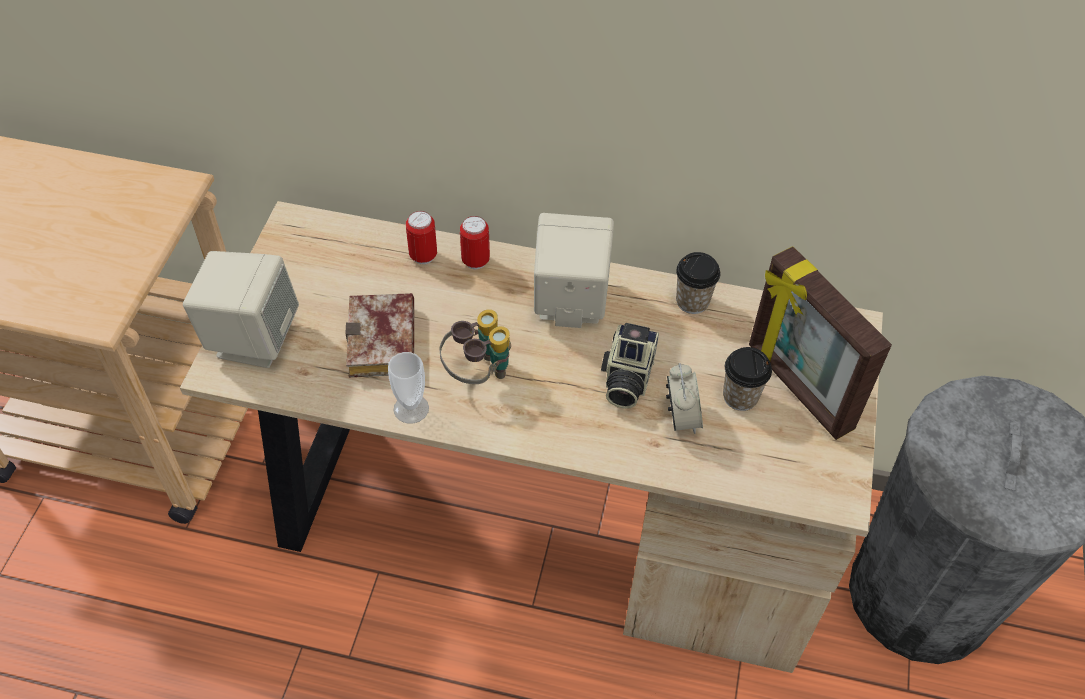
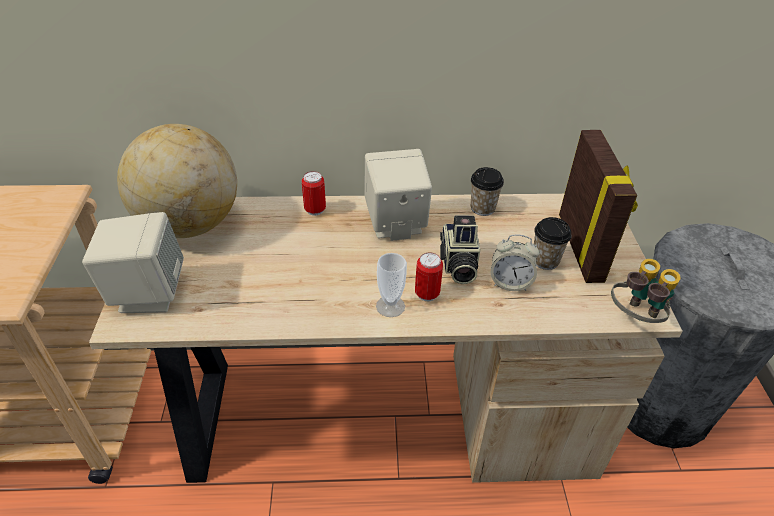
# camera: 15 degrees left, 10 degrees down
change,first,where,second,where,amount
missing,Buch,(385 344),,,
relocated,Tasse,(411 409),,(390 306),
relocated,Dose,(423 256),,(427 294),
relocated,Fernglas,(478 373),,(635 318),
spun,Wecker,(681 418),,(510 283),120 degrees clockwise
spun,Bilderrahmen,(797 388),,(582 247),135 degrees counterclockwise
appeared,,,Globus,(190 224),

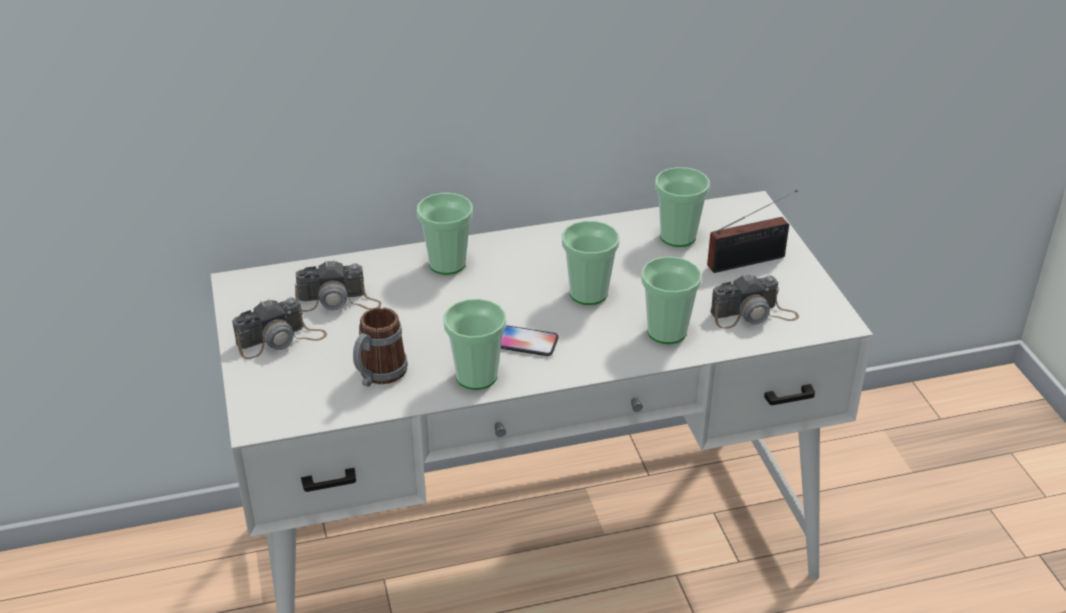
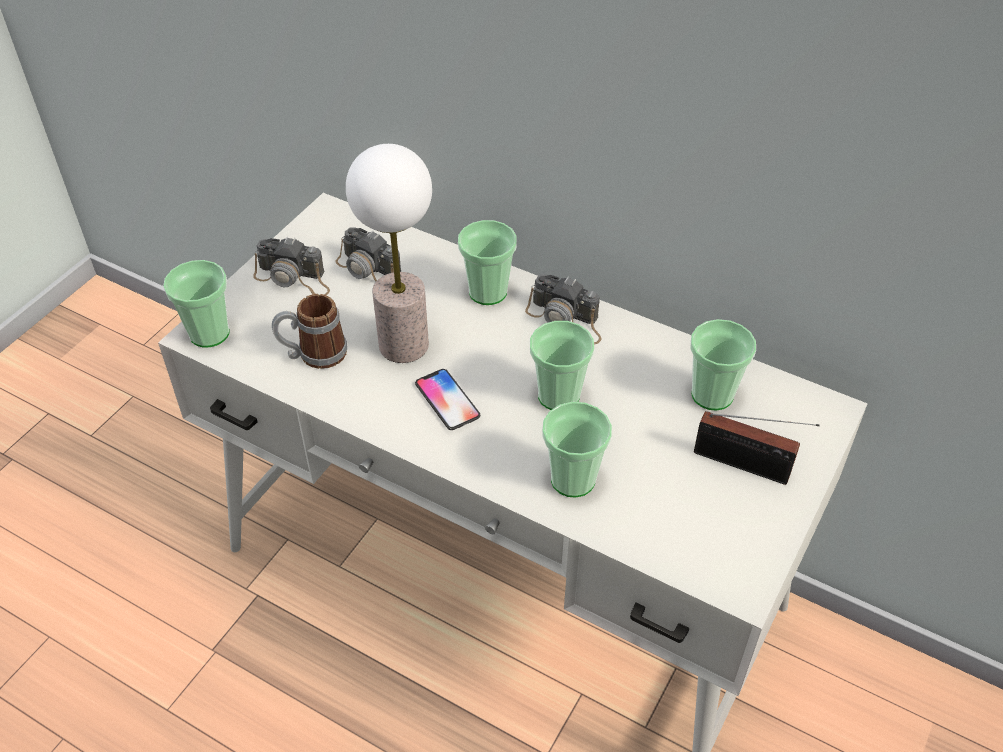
# camera: 45 degrees right, 10 degrees up
change,first,where,second,where,amount
relocated,Tasse,(476 376),,(209 333),
relocated,Kamera,(753 314),,(566 319),
appeared,,,Tischlampe,(404 344),

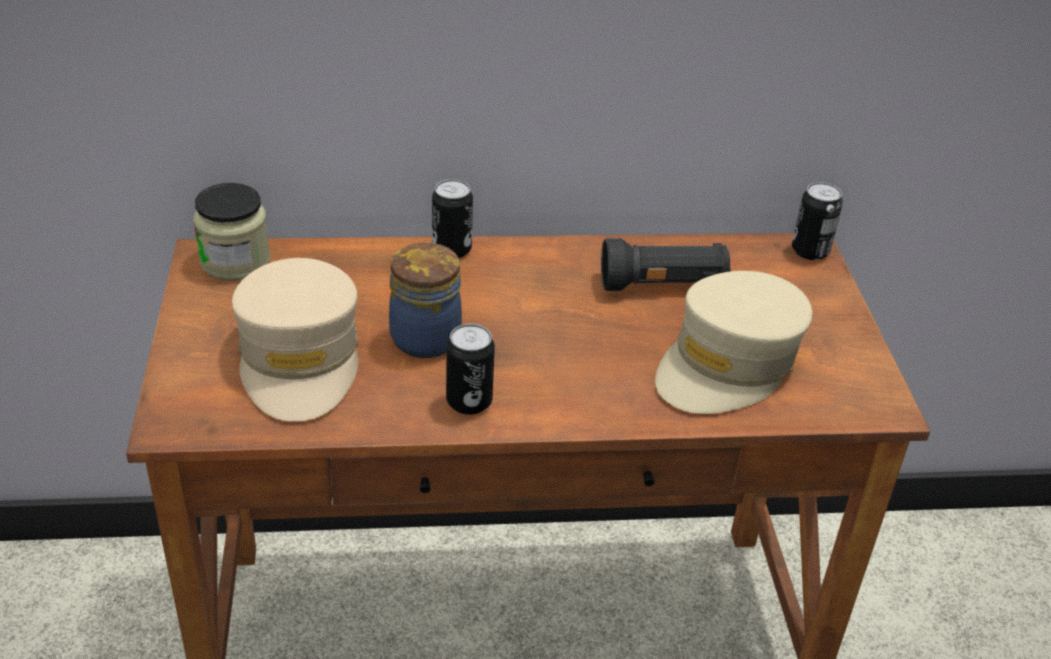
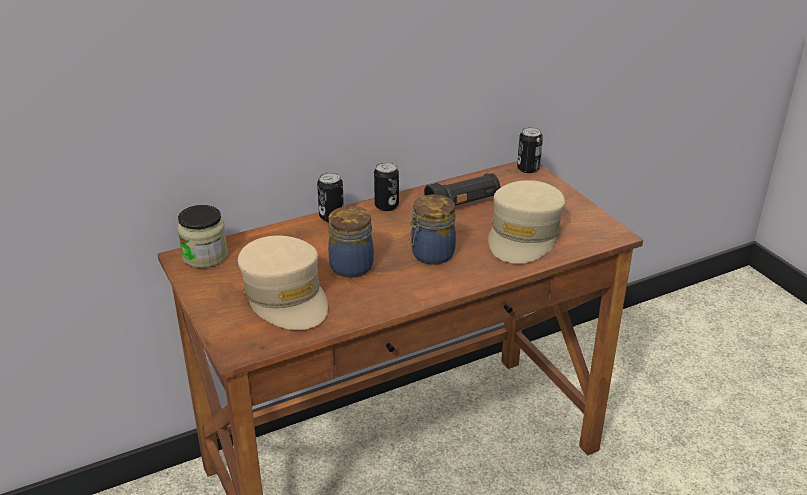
# camera: 20 degrees left, 5 degrees down
change,first,where,second,where,amount
relocated,Dose,(469 401),,(386 206),
appeared,,,Vorratsglas,(431 255),

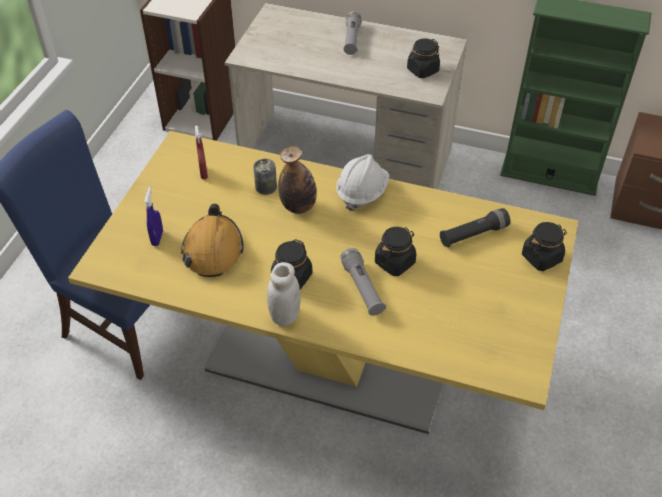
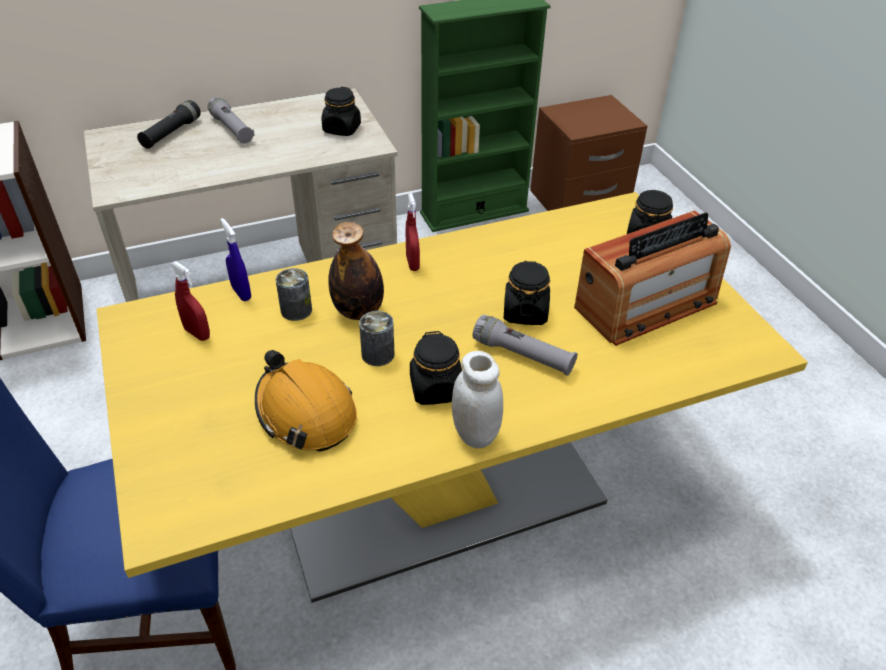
# camera: 40 degrees left, 5 degrees down
change,first,where,second,where,amount
relocated,Sprühflasche (blau),(157 238),,(241 293),
exchanged,Schutzhelm (weiß),(362 192),Sprühflasche (rot),(412 263),
relocated,Taschenlampe (schwarz),(473 234),,(171 133),
appeared,,,Dose,(378 354),
appeared,,,Radio,(646 305),

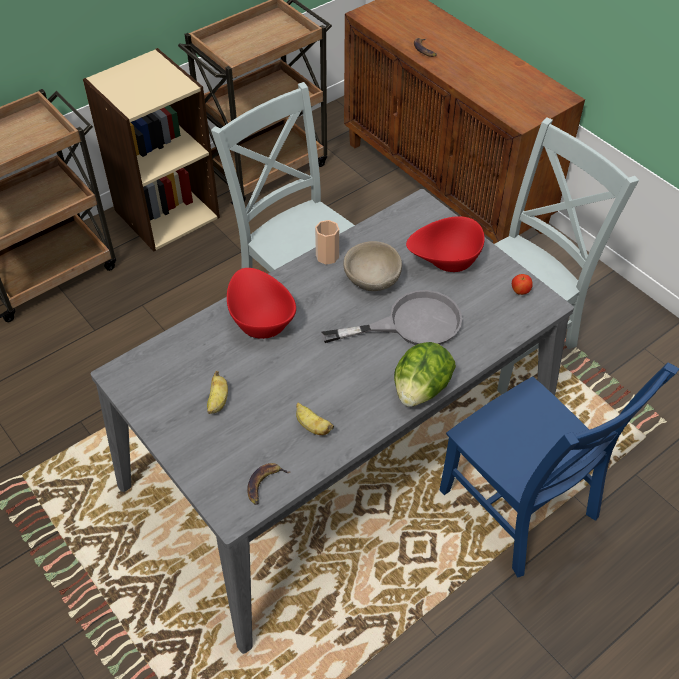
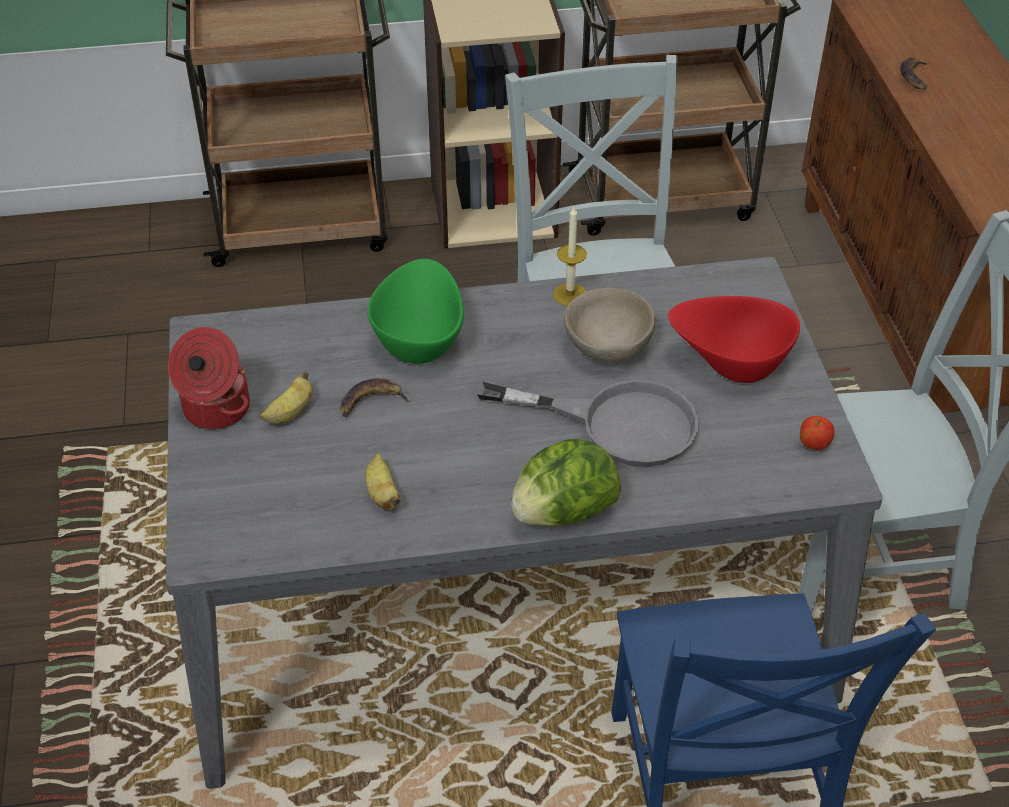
# camera: 30 degrees right, 5 degrees down
change,first,where,second,where,amount
colour,Schüssel (rot),(261 320),Schüssel (grün),(420 339),
relocated,Banane,(264 484),,(371 402),
exchanged,Tasse,(327 256),Kerze,(570 294),
appeared,,,Kochtopf,(215 409),

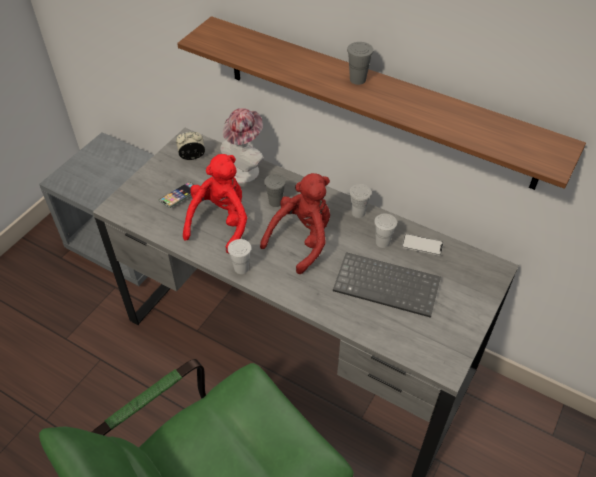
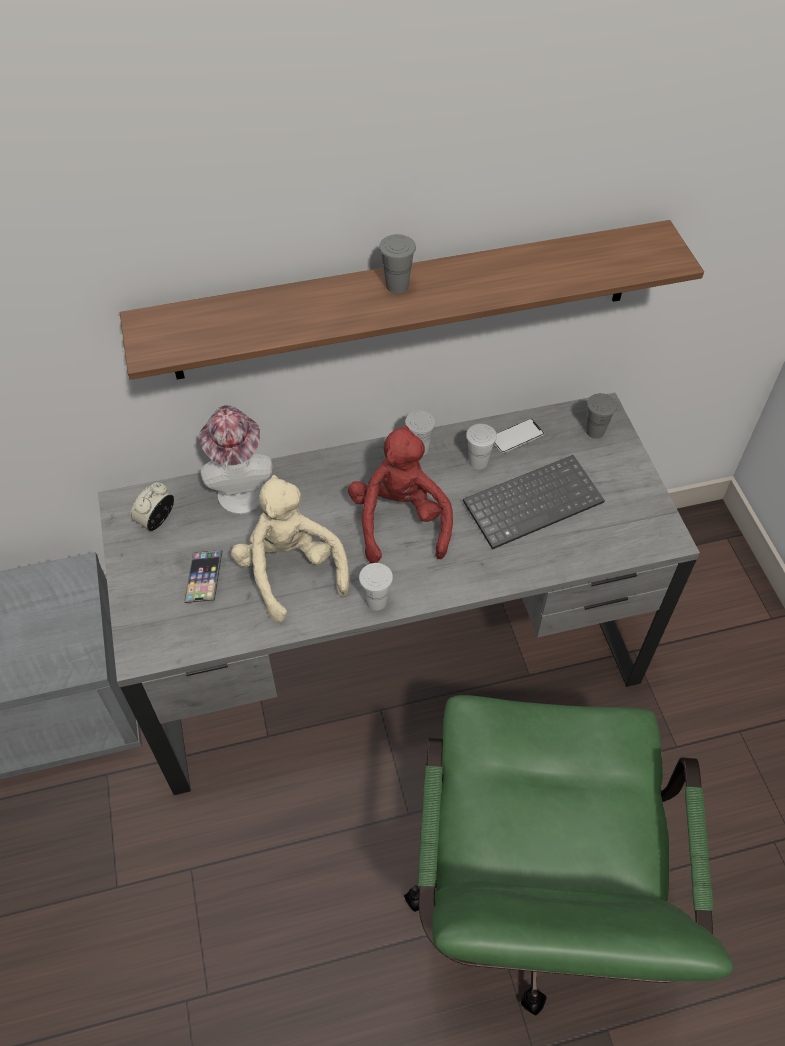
# camera: 45 degrees left, 5 degrees up
change,first,where,second,where,amount
colour,Plüschtier (rot),(220 222),Plüschtier (beige),(290 570),
relocated,Tasse (grau),(275 202),,(595 431),

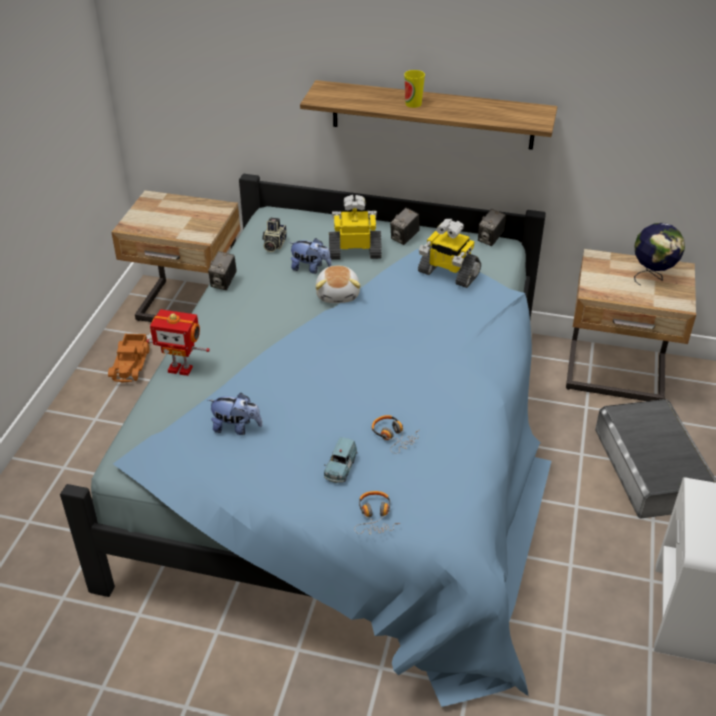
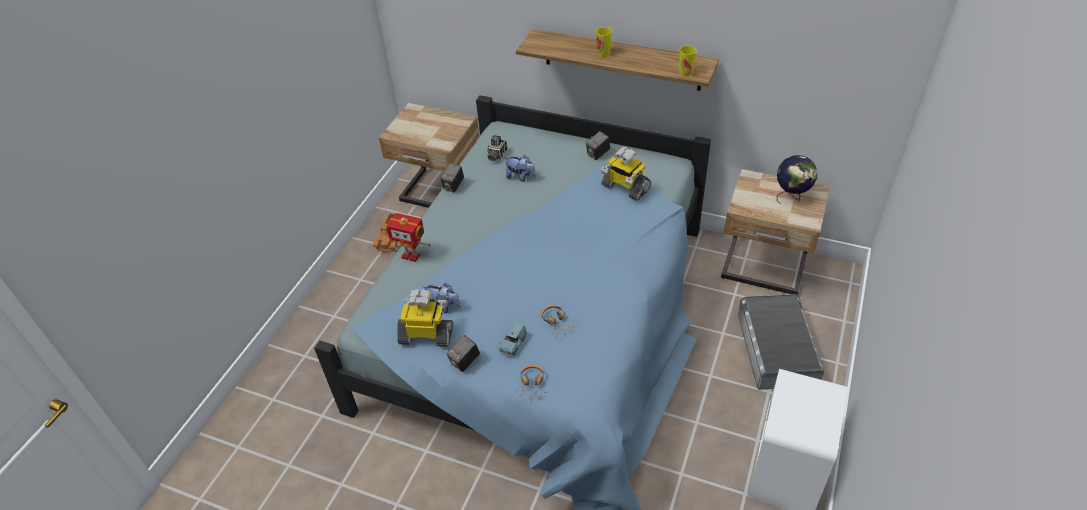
# camera: 10 degrees right, 5 degrees up
change,first,where,second,where,amount
missing,Plüschtier,(338 294),,,
relocated,Spielzeugroboter,(355 252),,(427 335),
relocated,Kamera,(490 239),,(465 362),
appeared,,,Tasse,(685 72),

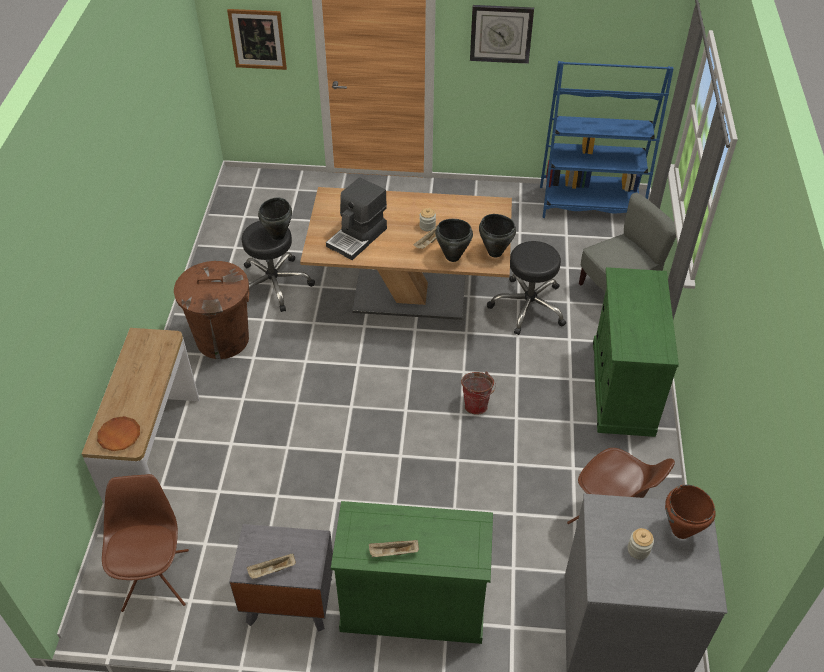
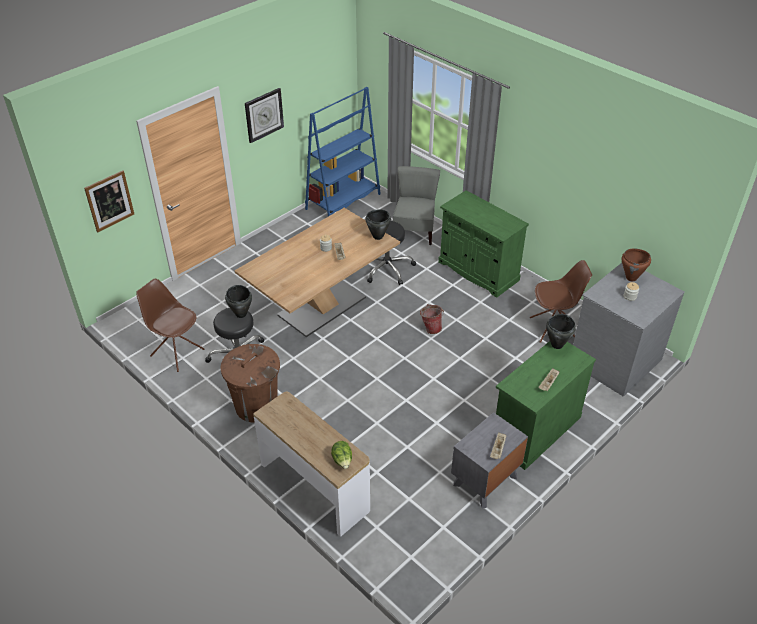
# camera: 50 degrees left, 5 degrees down
change,first,where,second,where,amount
exchanged,Teller (braun),(119 435),Salatkopf,(342 461),
relocated,Stuhl (braun),(156 578),,(176 352),
missing,Kaffeemaschine,(358 237),,,
relocated,Kochtopf (schwarz),(452 256),,(556 345),

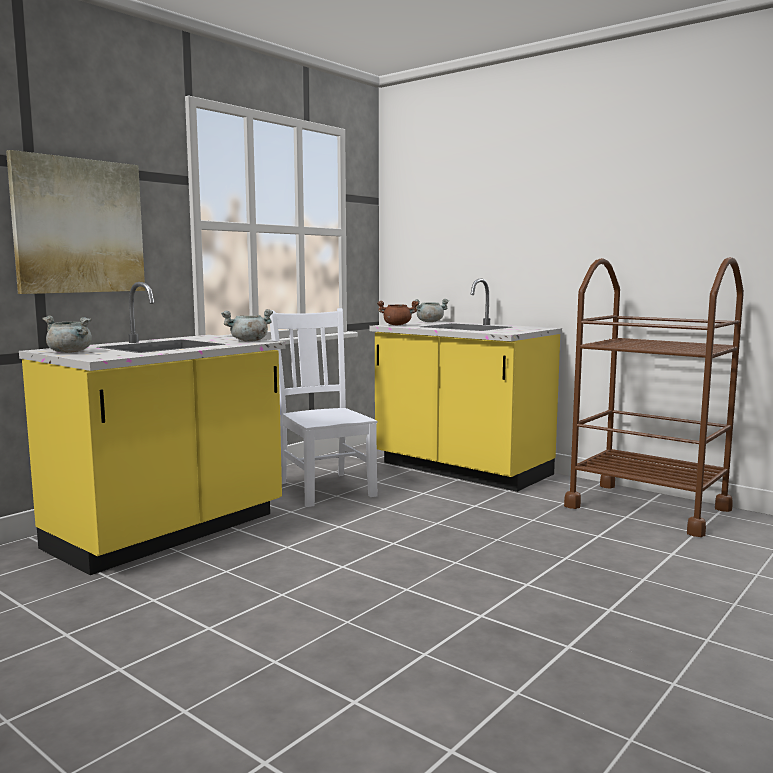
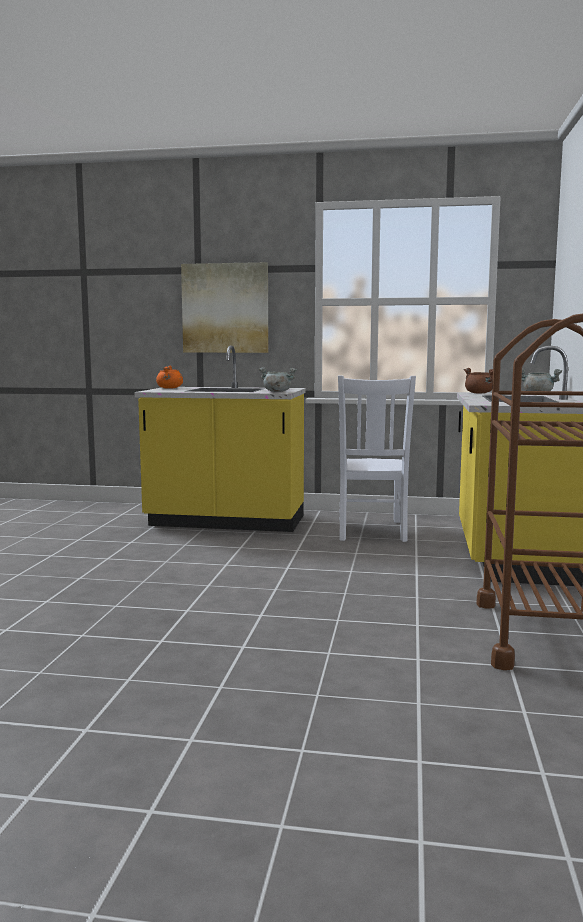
# camera: 60 degrees right, 0 degrees up
change,first,where,second,where,amount
colour,Kochtopf (grau),(70 352),Kochtopf (orange),(170 388),
spun,Stuhl (weiß),(324 488),,(371 531),150 degrees clockwise

